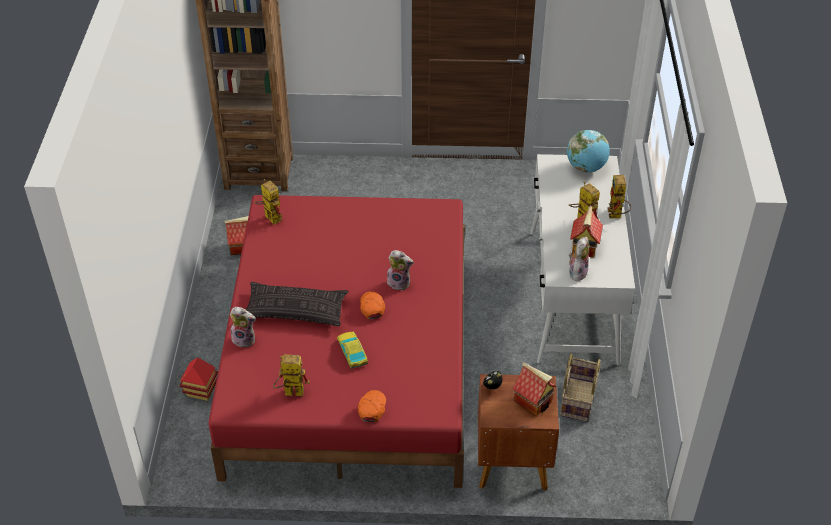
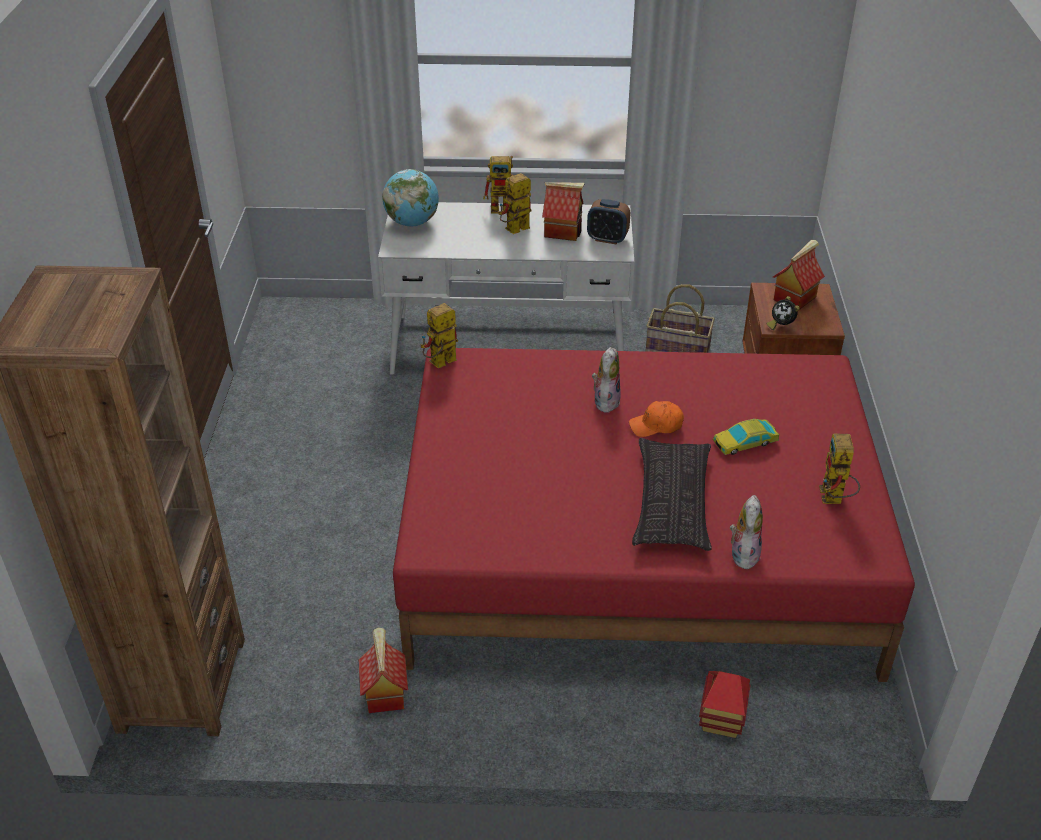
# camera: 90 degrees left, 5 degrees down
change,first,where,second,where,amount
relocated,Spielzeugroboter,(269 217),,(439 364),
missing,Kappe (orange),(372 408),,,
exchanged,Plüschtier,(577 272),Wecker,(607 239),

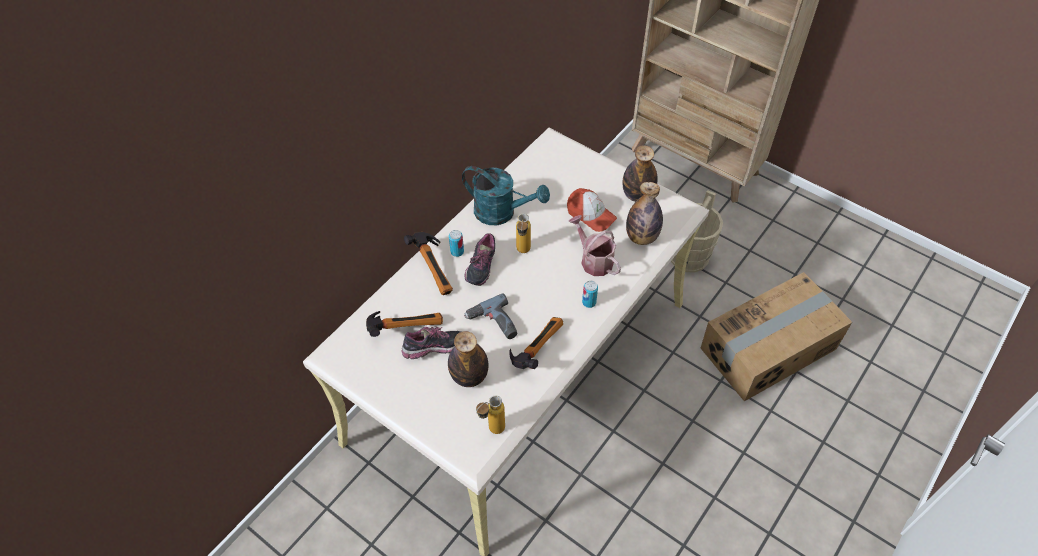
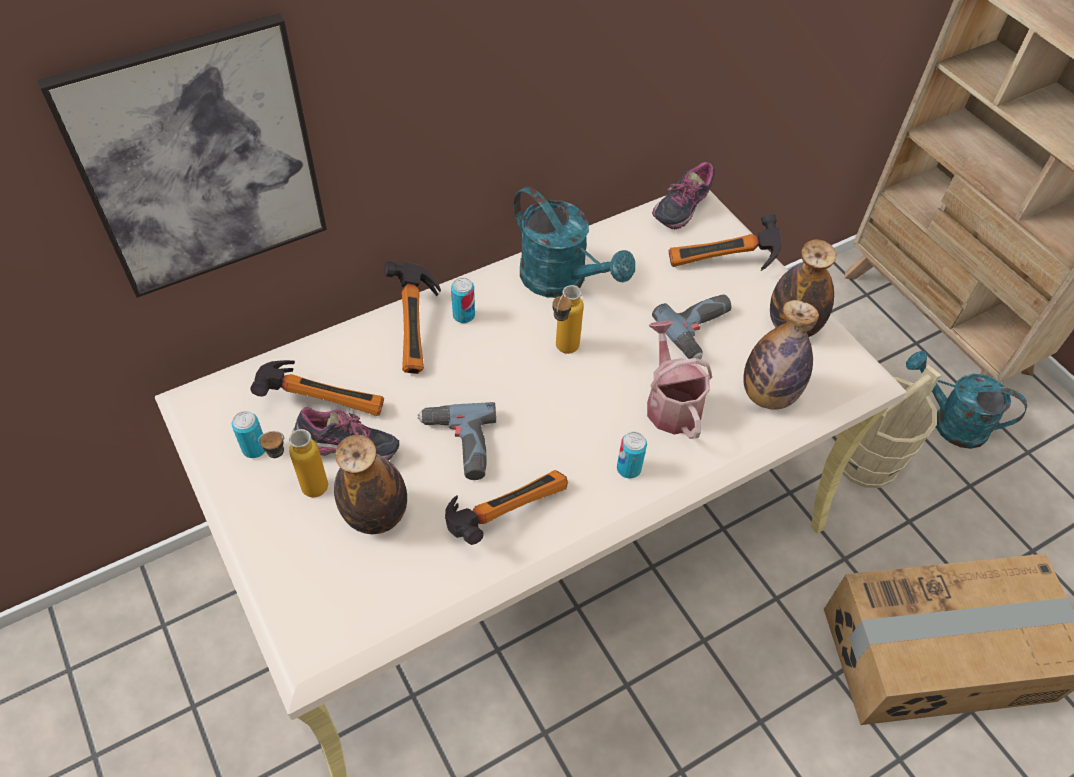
# camera: 20 degrees right, 0 degrees up
change,first,where,second,where,amount
relocated,Schuh,(480 267),,(680 208),
relocated,Flasche,(491 431),,(303 489),
exchanged,Kappe,(590 215),Bohrmaschine,(700 331),
appeared,,,Bild,(200 161),
appeared,,,Dose,(254 448),
appeared,,,Hammer,(723 266),
appeared,,,Gießkanne (türkis),(949 422),

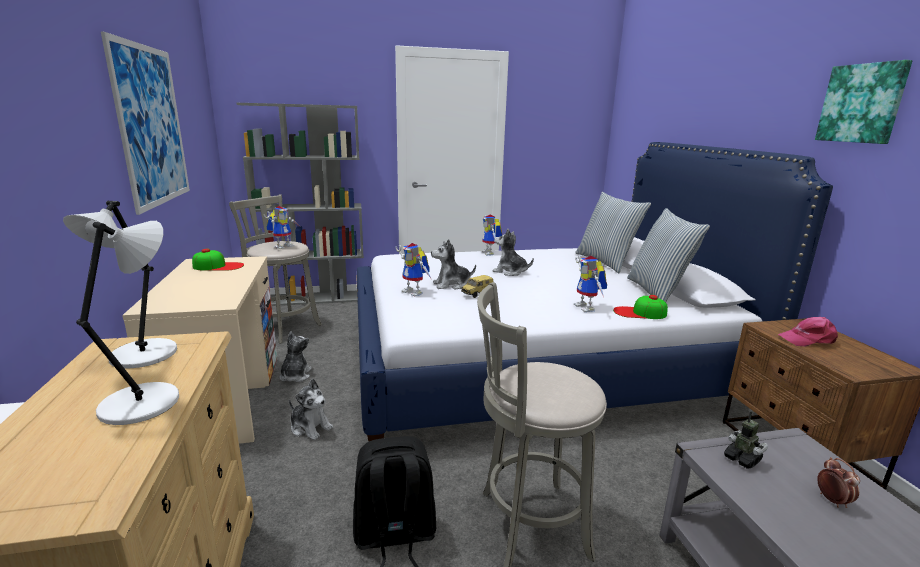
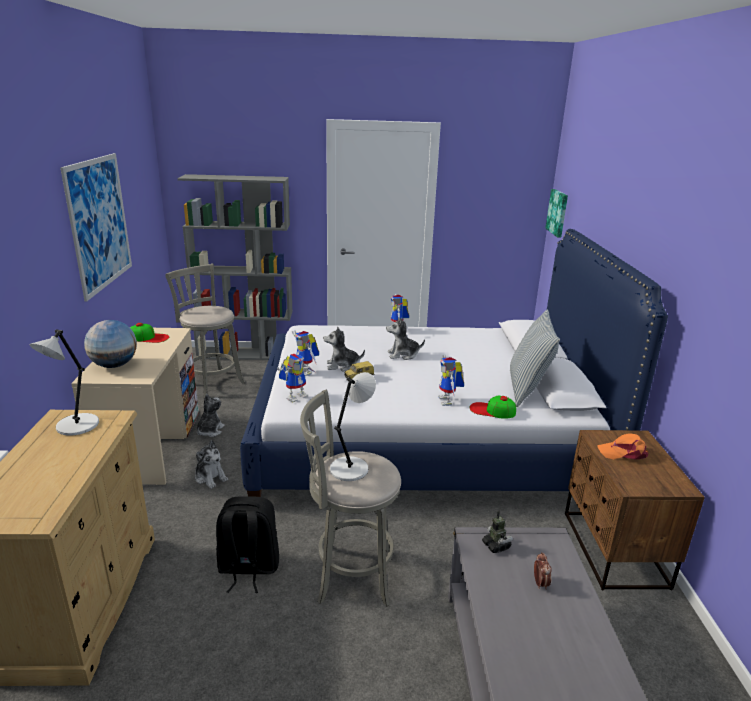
# camera: 10 degrees right, 5 degrees up
change,first,where,second,where,amount
relocated,Tischlampe (grau),(144 402),,(350 468),
relocated,Spielzeugroboter,(283 246),,(296 396),
spun,Plüschtier,(510 272),,(403 355),45 degrees counterclockwise
missing,Kissen,(606 262),,,
colour,Kappe (rosa),(807 339),Kappe (orange),(623 452),
relocated,Bild,(862 103),,(558 212),
appeared,,,Globus,(114 365),

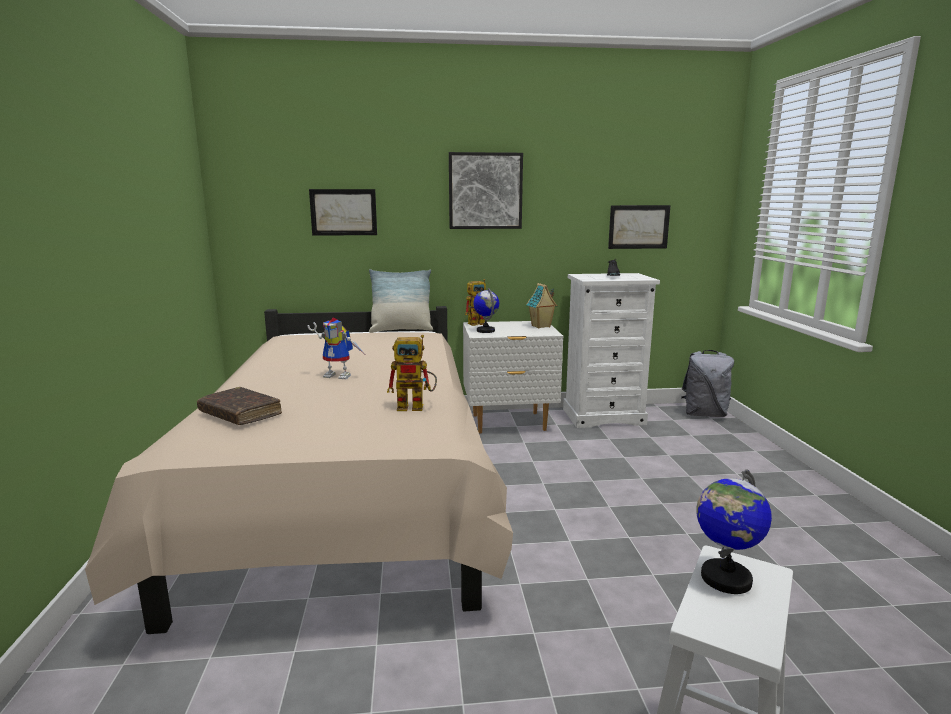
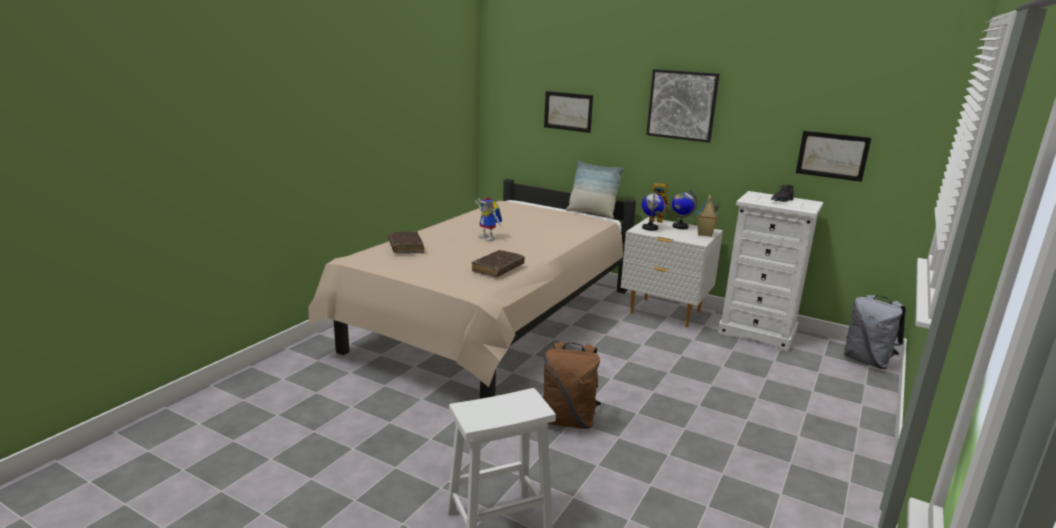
# camera: 35 degrees right, 5 degrees up
change,first,where,second,where,amount
exchanged,Spielzeugroboter,(416 406),Buch (braun),(498 269),
relocated,Globus,(725 578),,(680 227),
appeared,,,Rucksack (braun),(568 420),

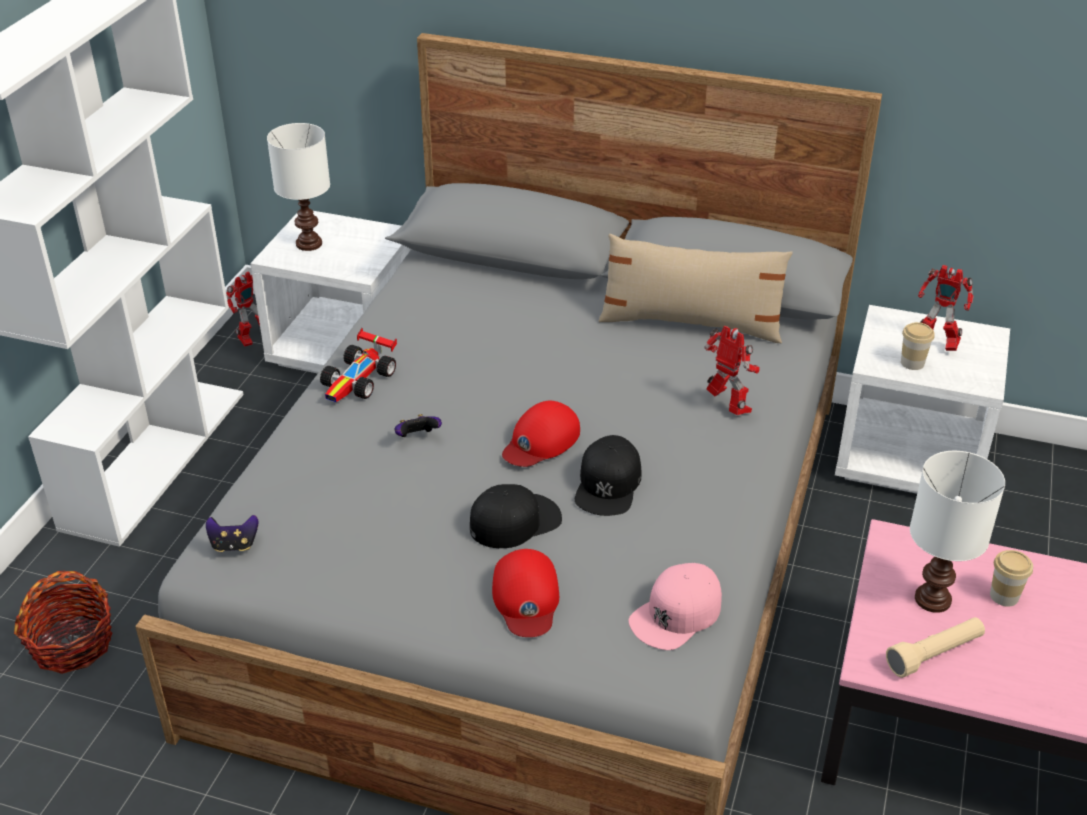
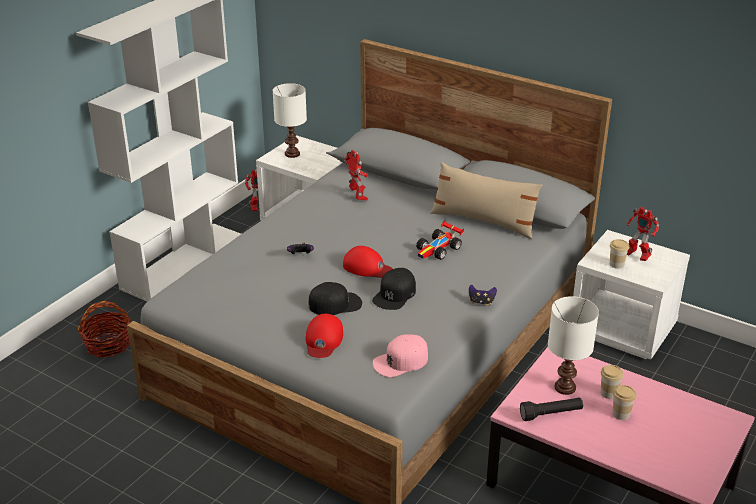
# camera: 15 degrees right, 5 degrees down
change,first,where,second,where,amount
relocated,Gamepad,(234 545),,(481 302),
relocated,Spielzeugauto,(360 380),,(439 249),
spun,Kappe (rot),(541 441),,(367 267),120 degrees counterclockwise
relocated,Spielzeugroboter,(728 407),,(358 197),
colour,Taschenlampe (beige),(934 655),Taschenlampe (schwarz),(551 414),
appeared,,,Tasse,(621 414),

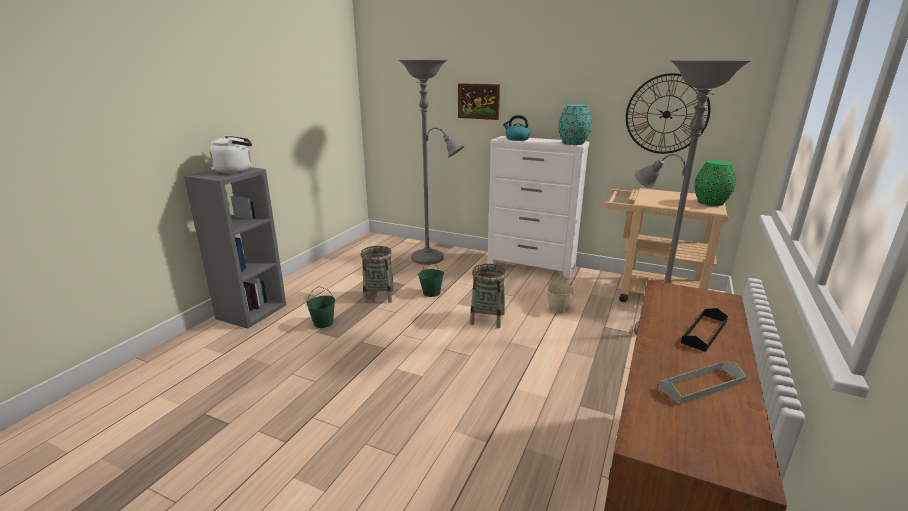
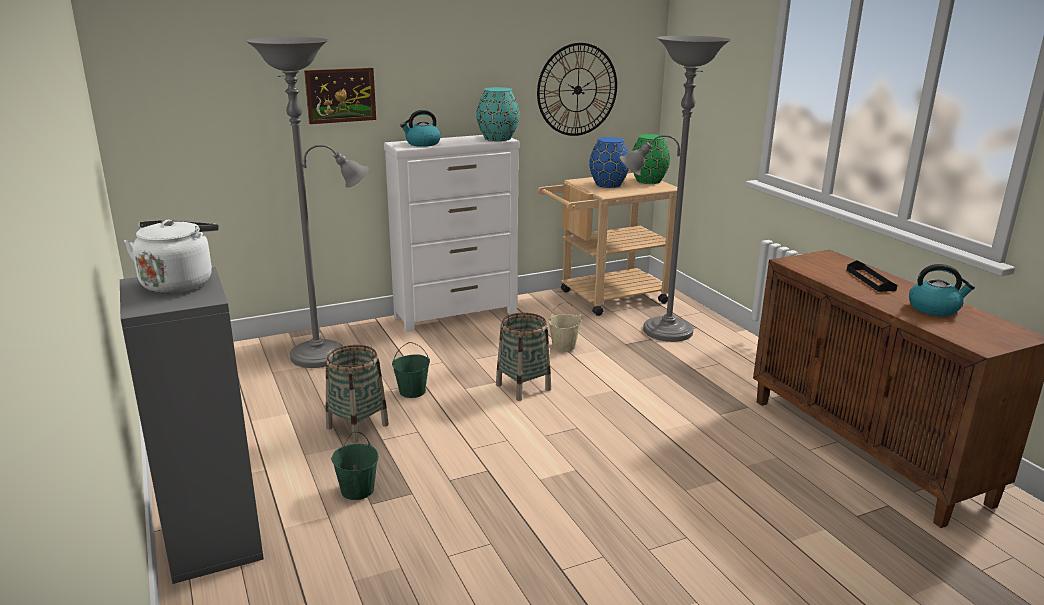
# camera: 50 degrees left, 0 degrees up
change,first,where,second,where,amount
exchanged,Tablett (grau),(701 385),Wasserkessel,(934 308),
appeared,,,Vase (blau),(608 184),

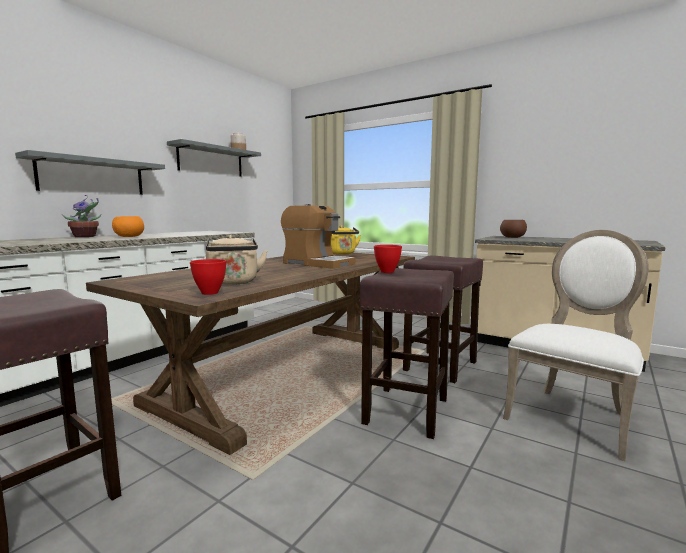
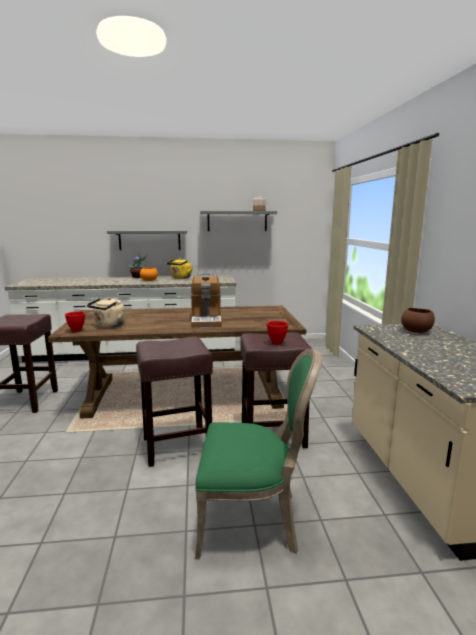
# camera: 50 degrees right, 5 degrees up
change,first,where,second,where,amount
relocated,Wasserkessel (gelb),(342 253),,(180 278),
relocated,Schüssel (rot),(388 272),,(277 343),
colour,Stuhl (weiß),(572 416),Stuhl (grün),(252 520),

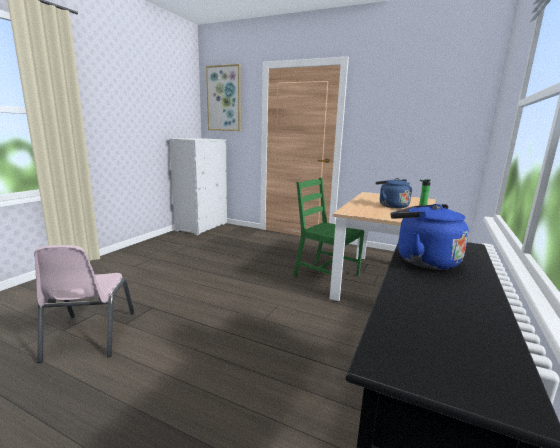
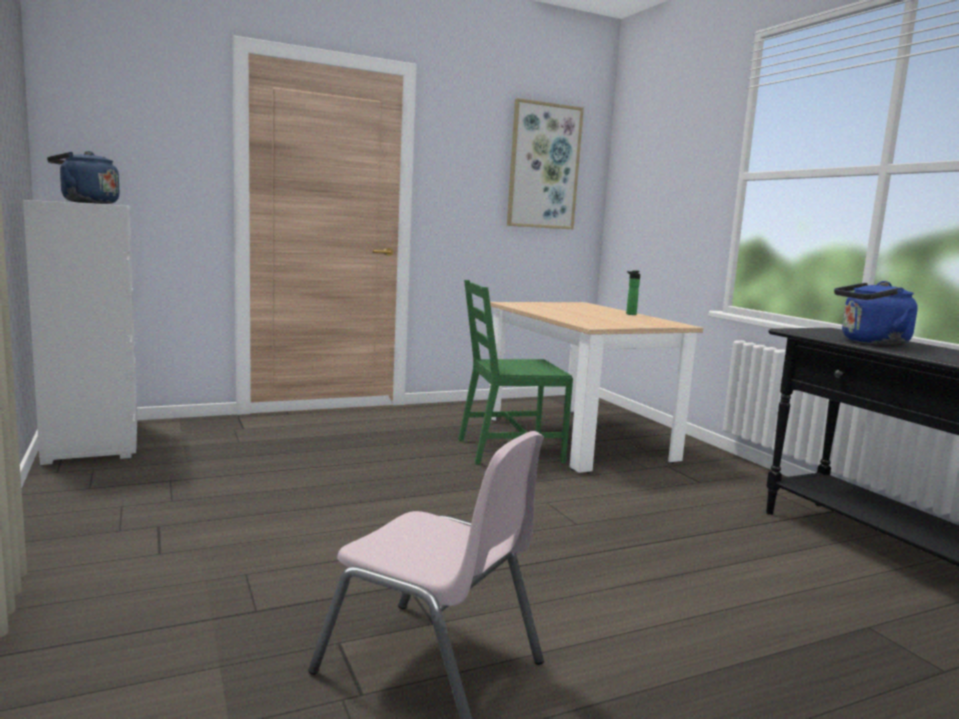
# camera: 50 degrees left, 5 degrees down
change,first,where,second,where,amount
relocated,Bild,(224 98),,(543 166),
relocated,Wasserkessel (blau),(391 206),,(86 202),

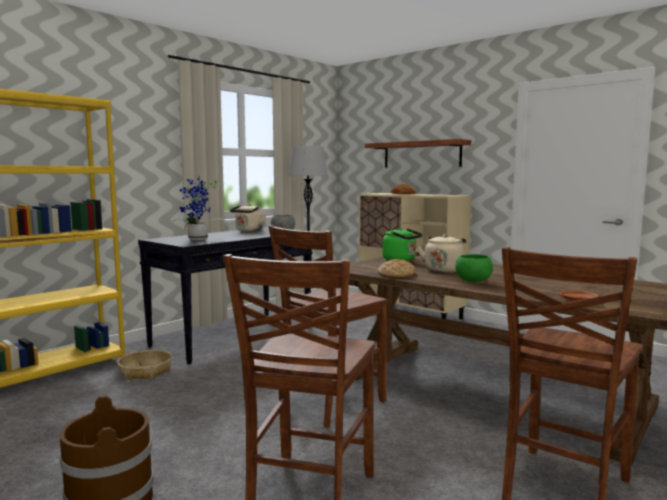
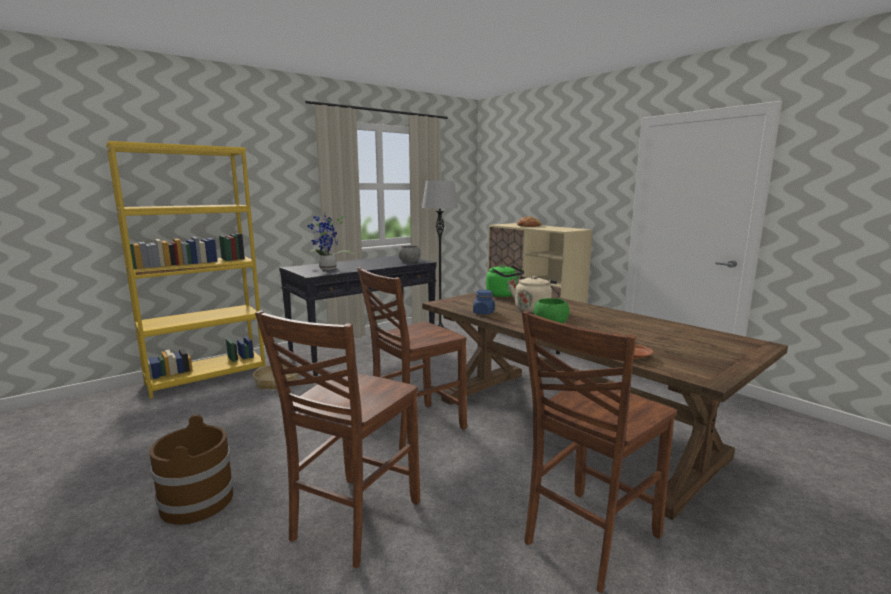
# camera: 10 degrees right, 5 degrees up
change,first,where,second,where,amount
missing,Wasserkessel (beige),(248 231),,,
missing,Wandregal,(421 154),,,
exchanged,Brot,(396 274),Vorratsglas (blau),(483 313),

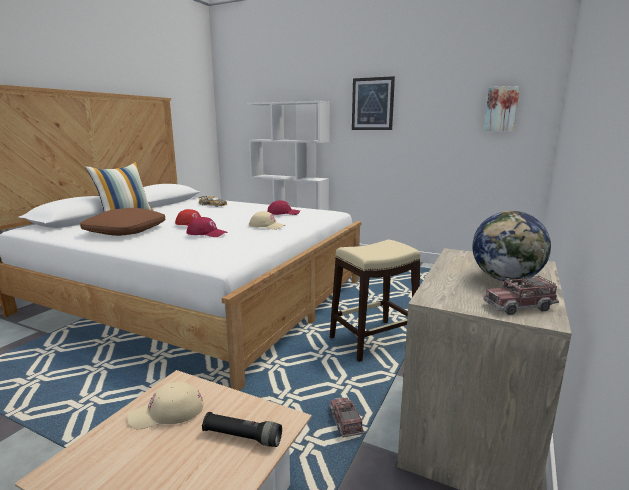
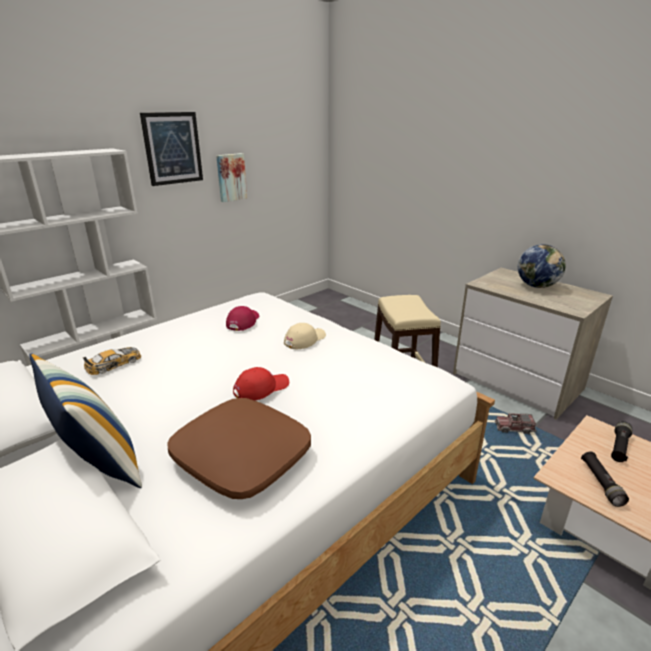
# camera: 70 degrees left, 10 degrees up
change,first,where,second,where,amount
exchanged,Kappe (beige),(167 412),Taschenlampe (schwarz),(601 483),
missing,Kappe (rot),(207 233),,,
missing,Spielzeuglaster,(519 306),,,
relocated,Bild,(501 109),,(231 177),

